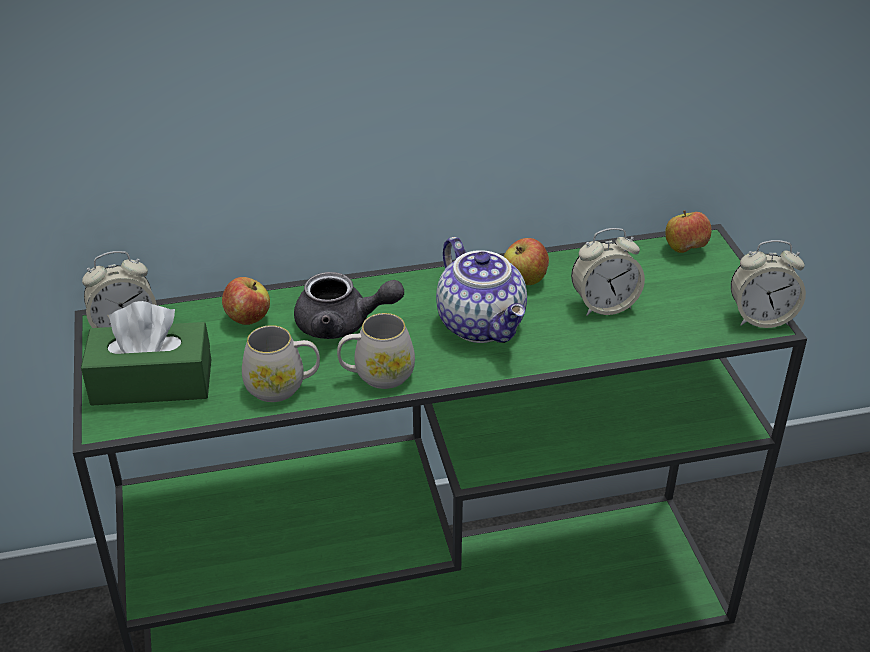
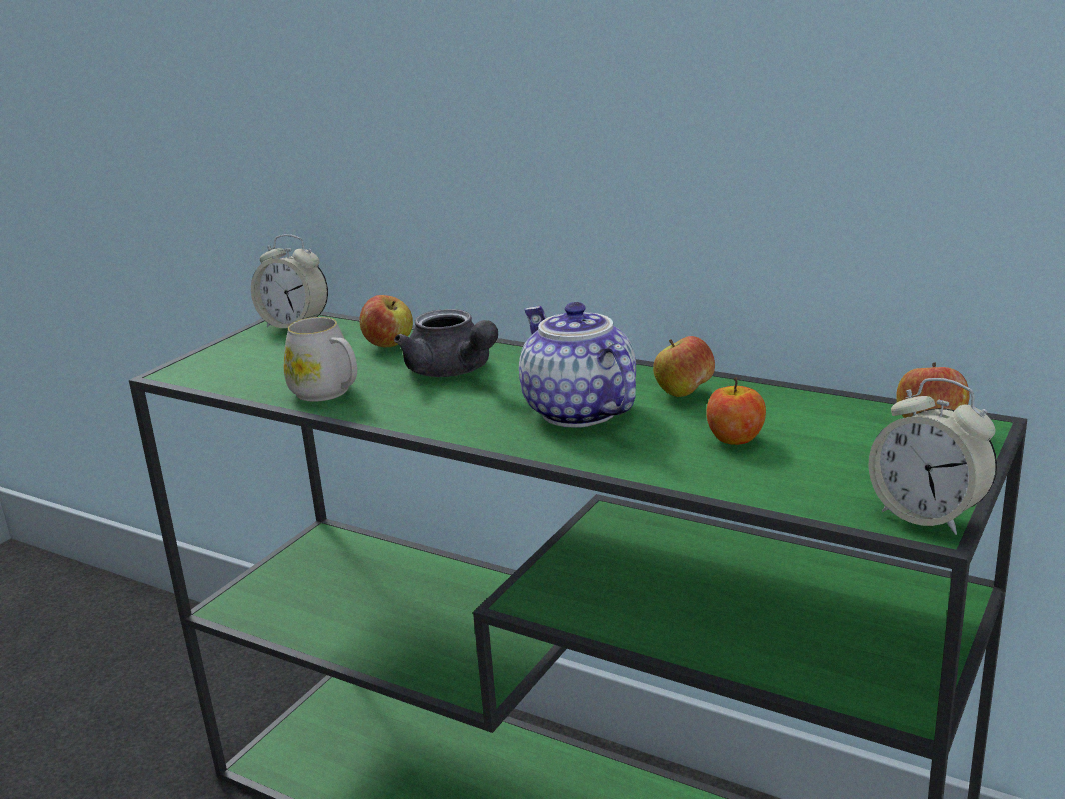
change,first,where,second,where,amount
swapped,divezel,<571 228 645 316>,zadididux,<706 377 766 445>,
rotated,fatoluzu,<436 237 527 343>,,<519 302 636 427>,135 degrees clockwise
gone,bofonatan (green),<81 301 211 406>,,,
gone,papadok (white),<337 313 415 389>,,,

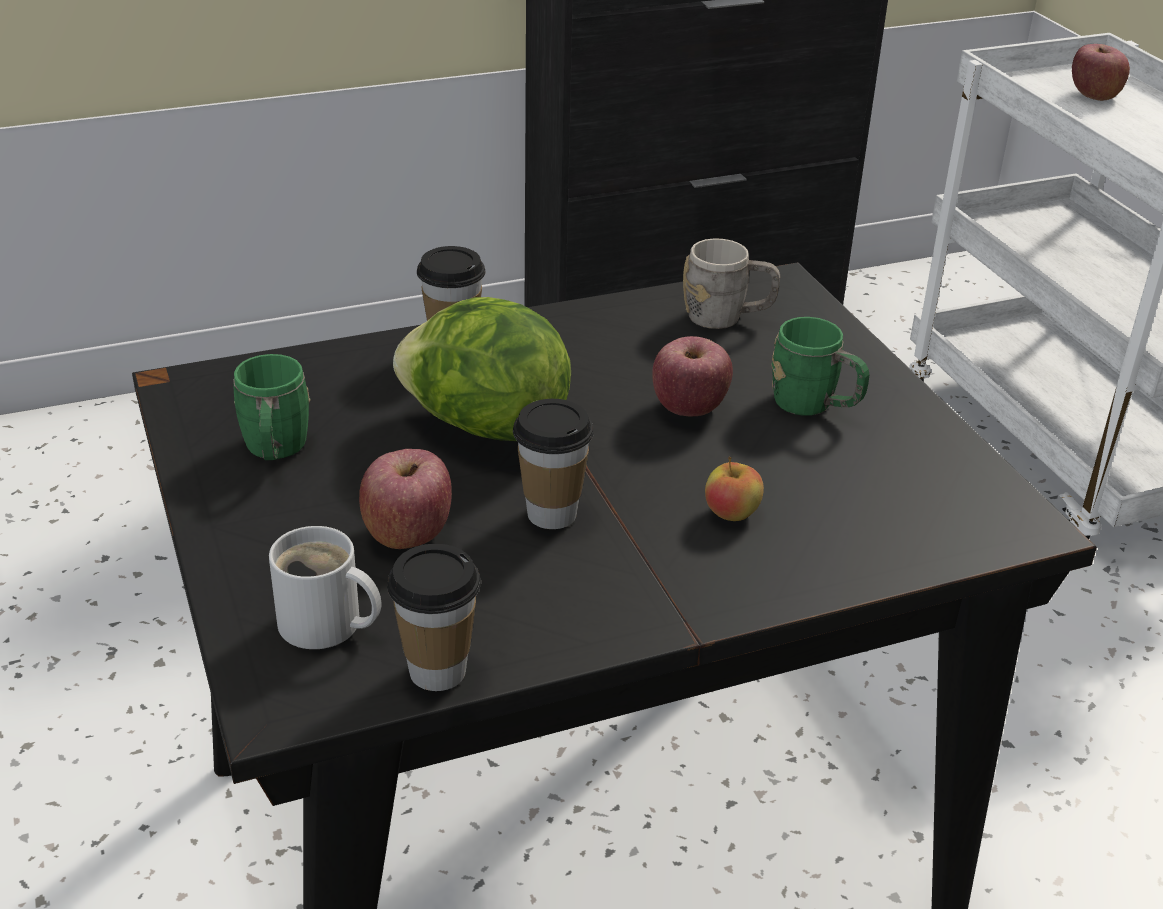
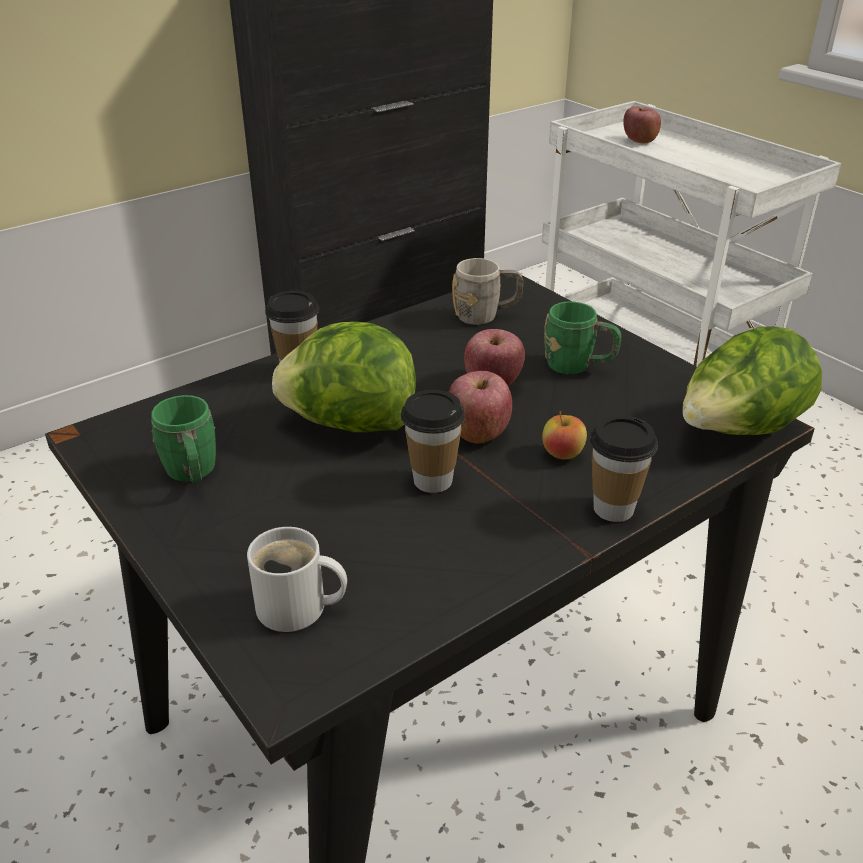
change,first,where,second,where,amount
shifted,zadididux,<359 449 452 549>,,<449 371 512 443>,
shifted,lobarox,<387 544 481 691>,,<590 415 658 522>,
new,,,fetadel,<683 326 822 435>,

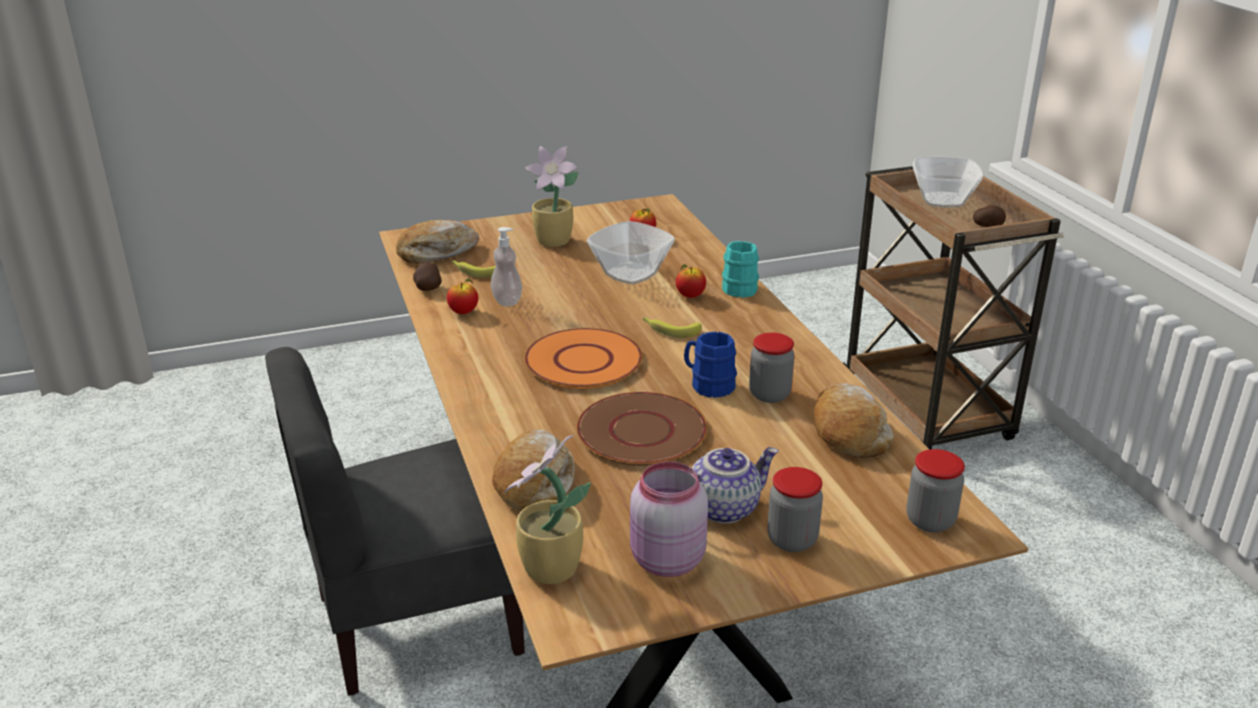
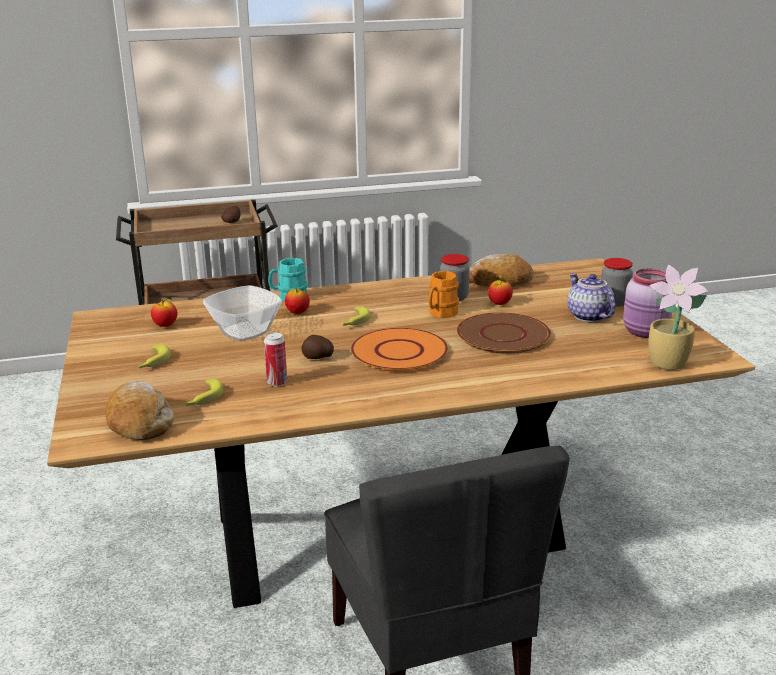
change,first,where,second,where,amount
swapped,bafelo,<525 146 579 247>,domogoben,<139 344 171 368>,
gone,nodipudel,<913 157 983 208>,,,
swapped,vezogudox,<491 227 522 306>,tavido,<264 332 287 386>,
shifted,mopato,<413 262 442 291>,,<301 335 334 359>,
shifted,zadididux,<447 279 478 314>,,<488 275 513 305>,
repainted,papadok (blue),<684 331 737 398>,papadok (orange),<428 271 459 318>,
gone,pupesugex,<492 429 575 511>,,,
gone,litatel,<906 449 965 533>,,,

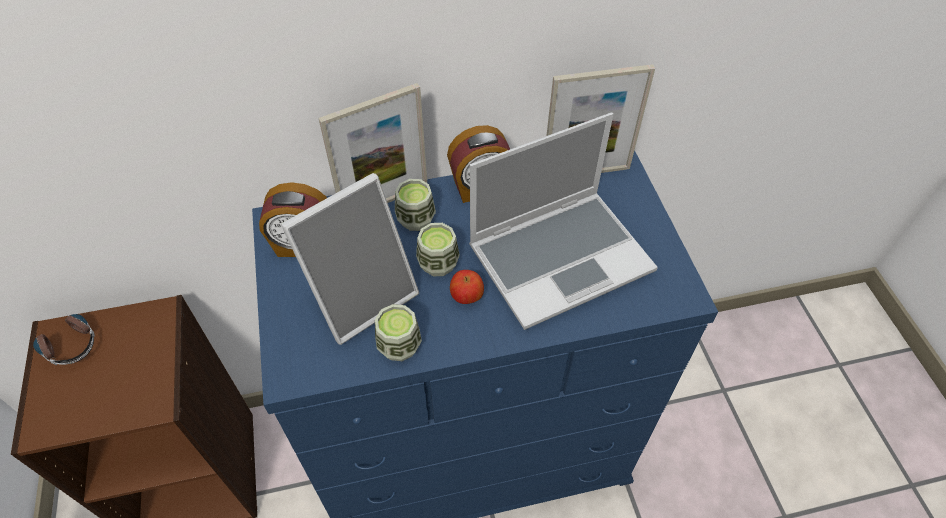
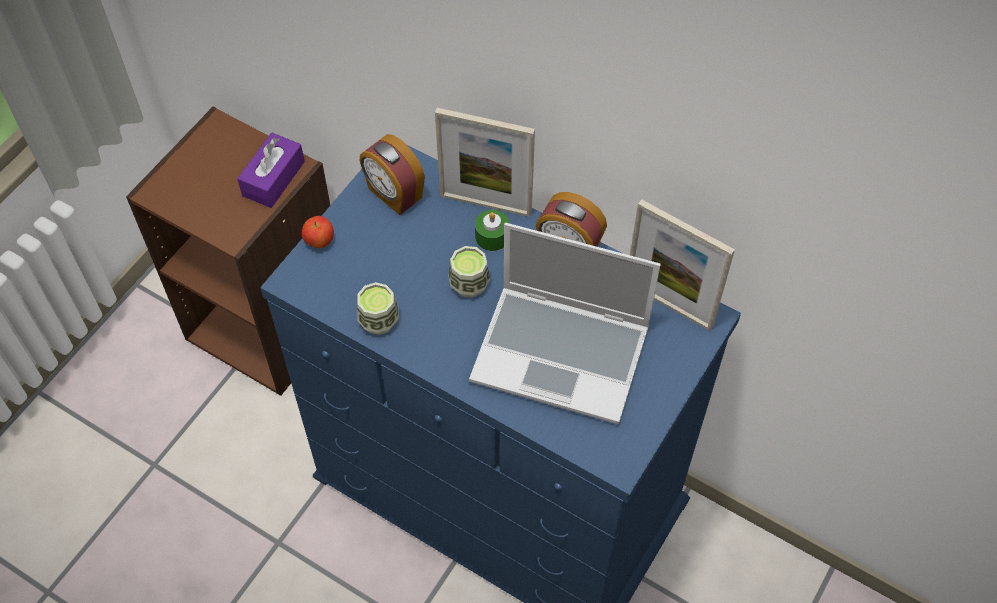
change,first,where,second,where,amount
gone,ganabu,<281 173 419 345>,,,
swapped,lobarox,<395 179 436 231>,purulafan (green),<475 210 509 251>,
shifted,zadididux,<450 270 484 304>,,<302 216 334 248>,
gone,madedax,<33 305 95 365>,,,
new,,,bofonatan (purple),<237 133 305 208>,

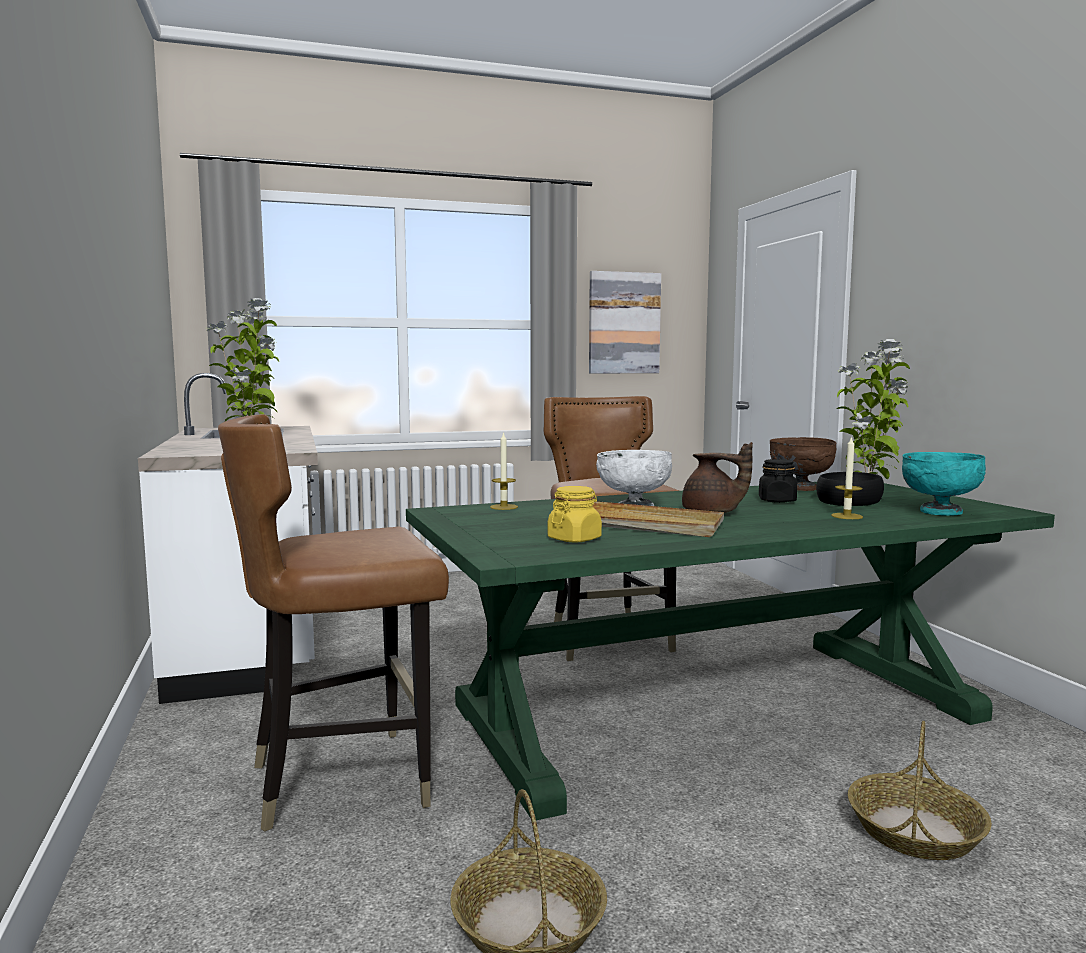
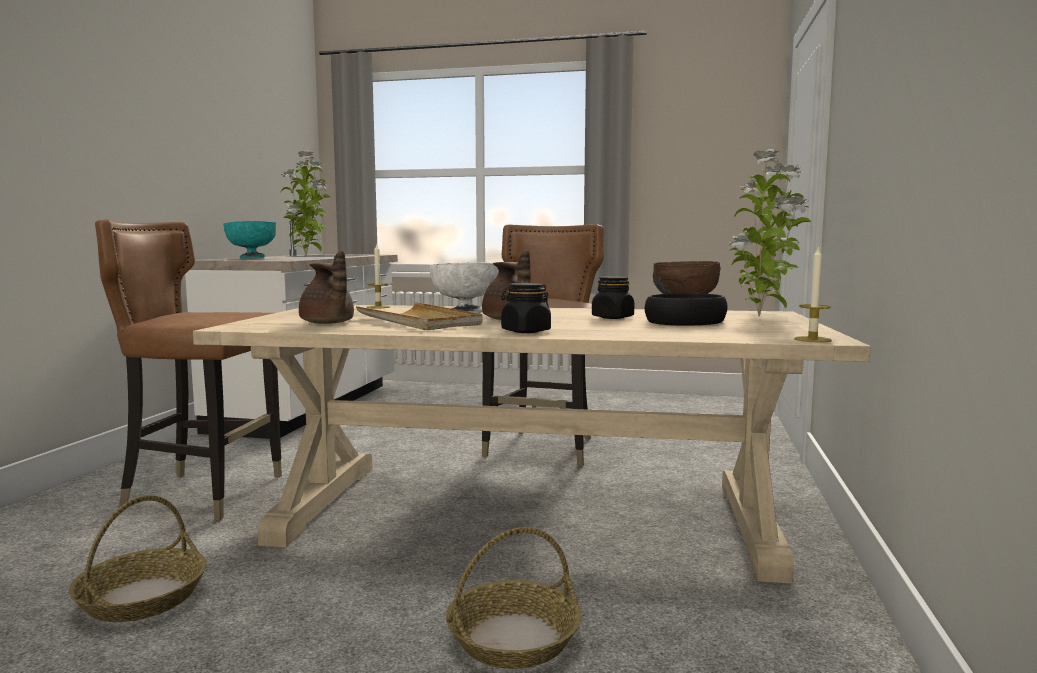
change,first,where,second,where,amount
gone,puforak,<589 271 661 373>,,,
shifted,purulafan,<831 436 863 519>,,<794 246 832 342>,
shifted,nodipudel (turquoise),<902 452 986 516>,,<223 221 276 259>,
repainted,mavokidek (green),<406 482 1055 821>,mavokidek (beige),<193 305 871 584>,
swapped,litatel (yellow),<548 486 602 542>,fatoluzu (brown),<299 251 354 324>,
new,,,litatel (black),<501 283 551 333>,

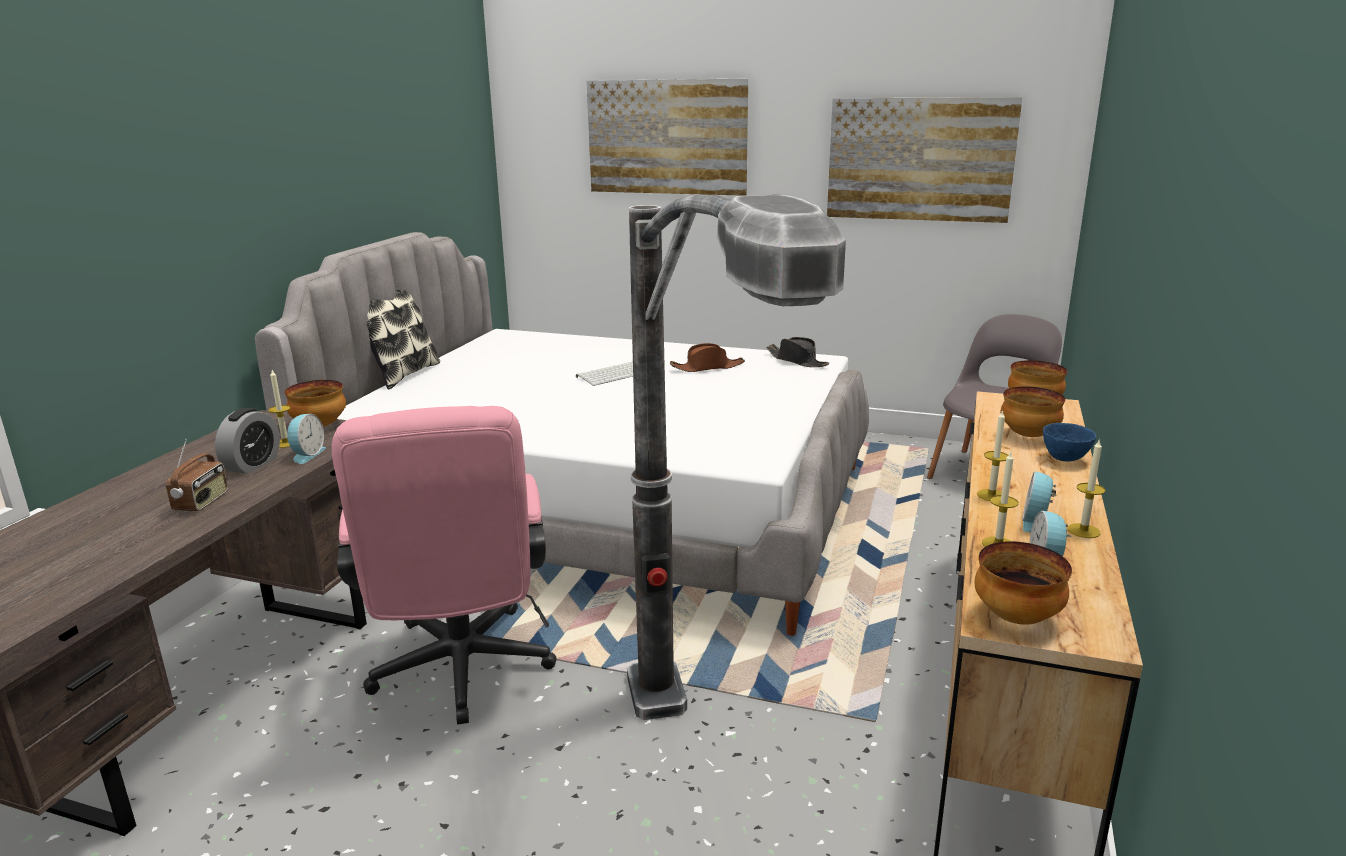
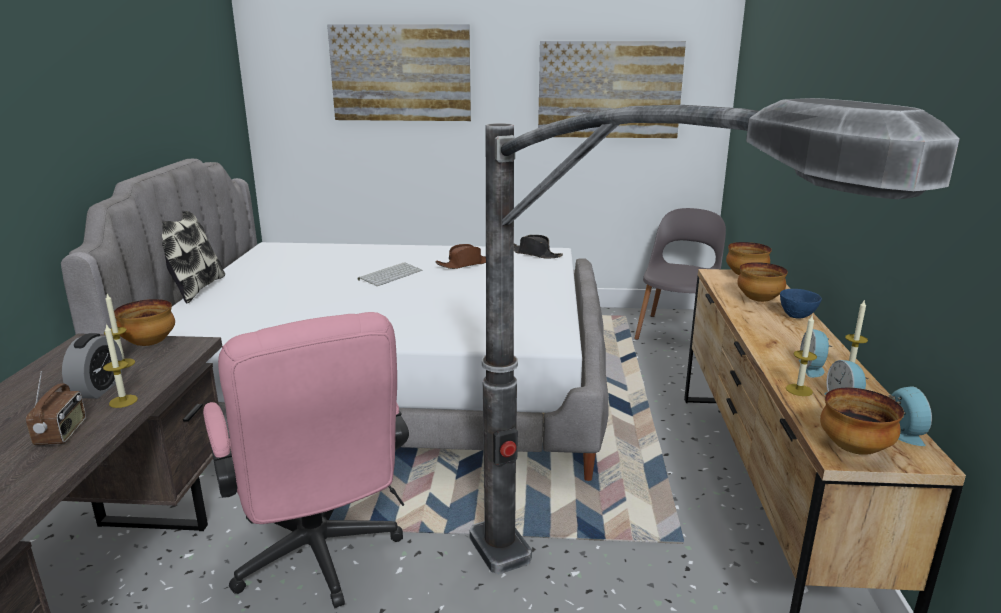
change,first,where,second,where,amount
shifted,purulafan,<977 410 1008 501>,,<103 323 138 408>,
shifted,divezel,<287 414 326 464>,,<888 386 932 446>,

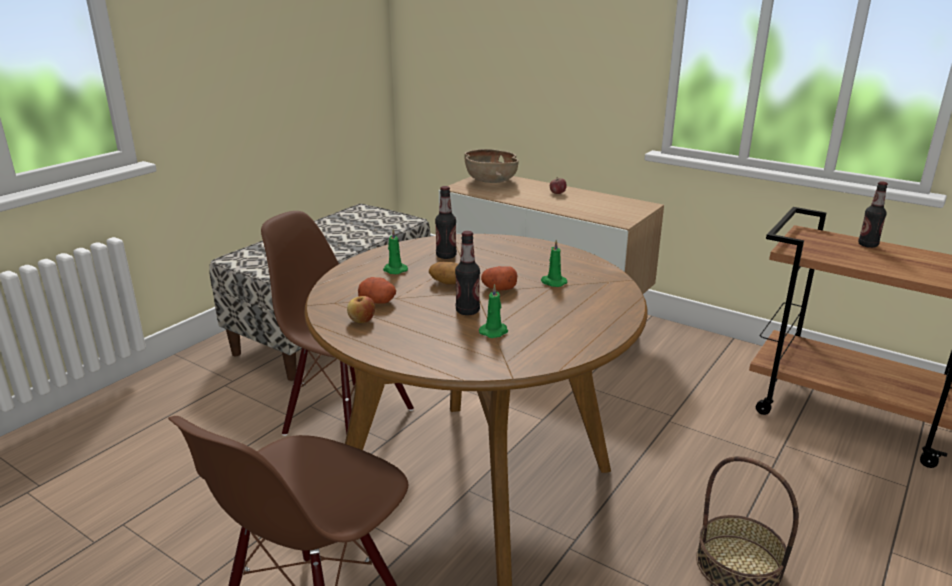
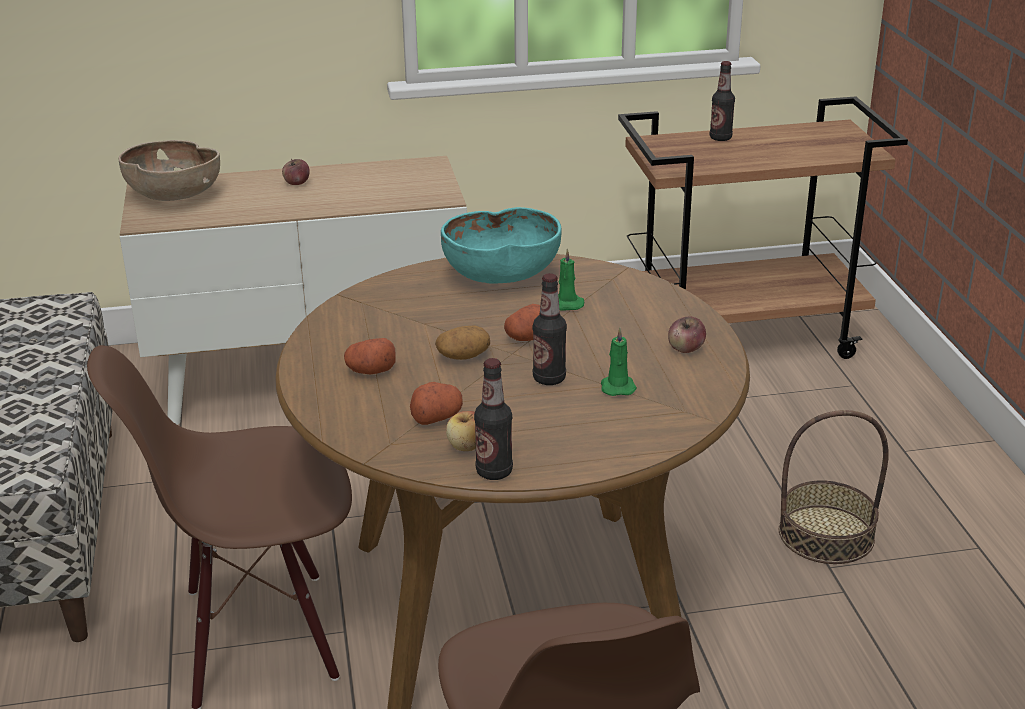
change,first,where,second,where,amount
shifted,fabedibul,<435 186 457 259>,,<474 358 513 480>,
swapped,purulafan (green),<383 229 408 274>,mopato,<344 338 395 375>,
new,,,nodipudel (turquoise),<441 207 561 284>,
new,,,zadididux,<668 317 706 353>,

